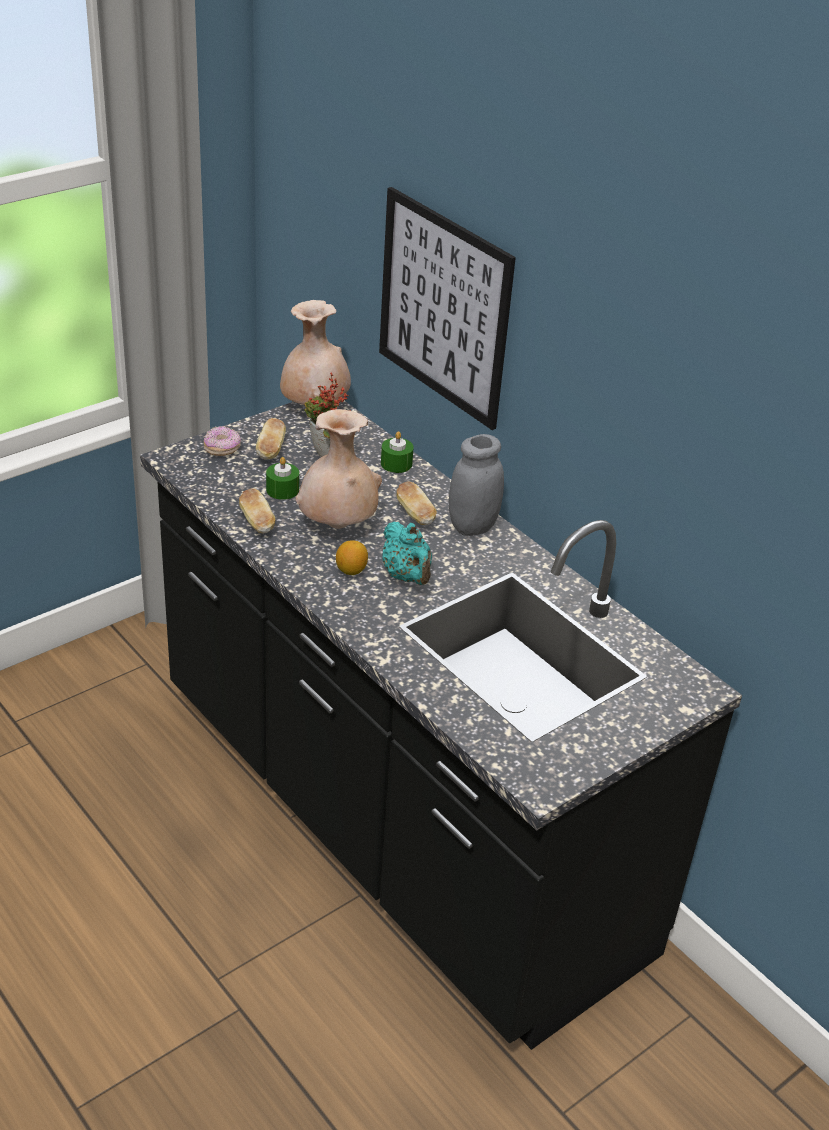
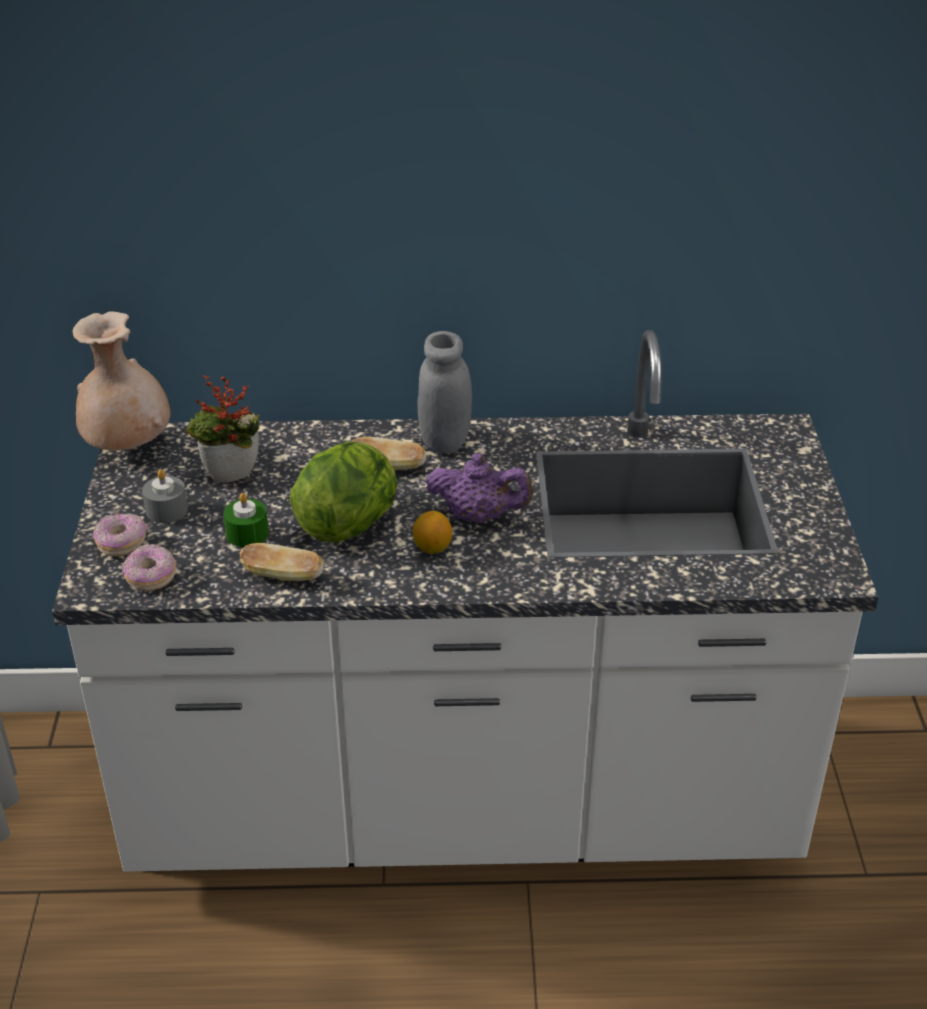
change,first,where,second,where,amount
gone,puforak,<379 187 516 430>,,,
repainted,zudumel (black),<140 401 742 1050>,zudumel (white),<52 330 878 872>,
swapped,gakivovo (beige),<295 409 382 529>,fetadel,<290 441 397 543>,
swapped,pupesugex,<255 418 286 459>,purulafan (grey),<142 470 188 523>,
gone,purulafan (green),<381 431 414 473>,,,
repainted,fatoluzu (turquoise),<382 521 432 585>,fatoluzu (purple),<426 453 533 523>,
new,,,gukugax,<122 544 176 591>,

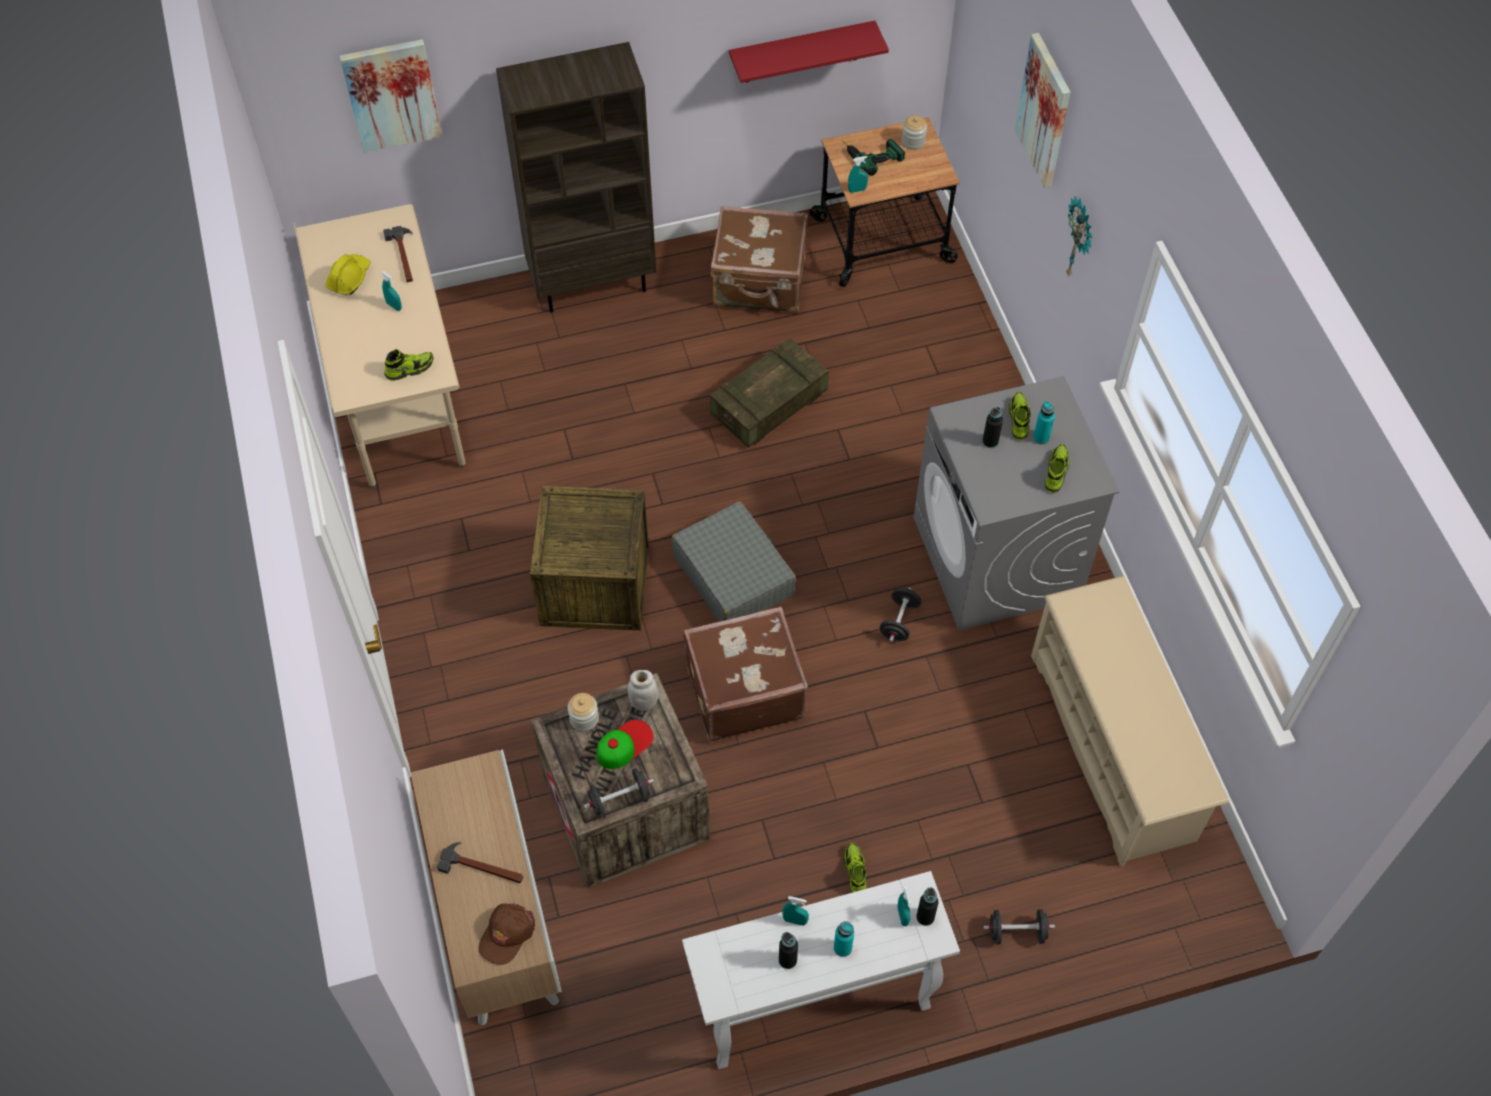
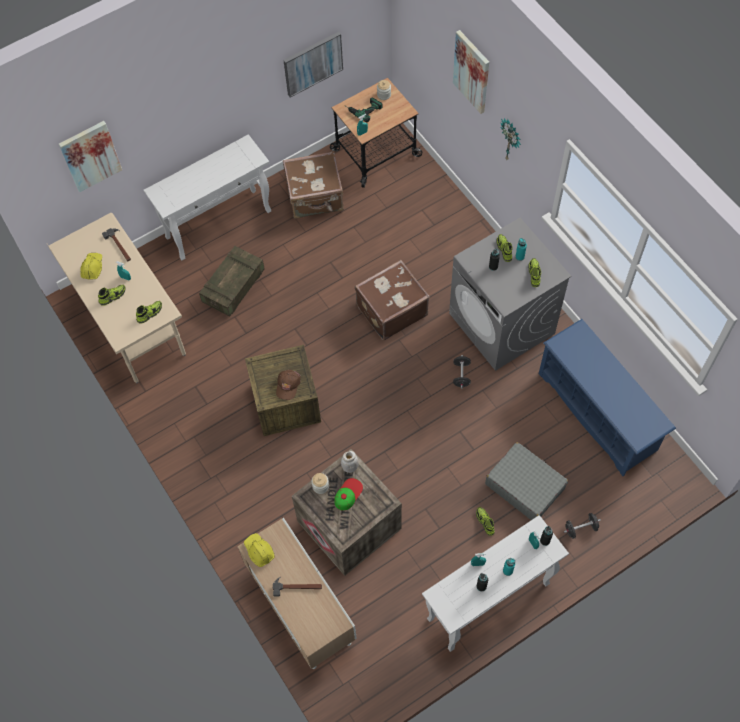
change,first,where,second,where,amount
swapped,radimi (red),<729 21 889 83>,puforak,<283 32 343 98>,
swapped,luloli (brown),<496 42 656 313>,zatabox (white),<144 134 271 260>,
shifted,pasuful,<710 338 829 448>,,<199 246 264 317>,
shifted,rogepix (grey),<671 501 796 622>,,<485 442 568 520>,
repainted,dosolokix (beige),<1031 576 1229 867>,dosolokix (blue),<539 319 676 476>,
shifted,rogepix (brown),<683 606 808 741>,,<355 260 430 341>,
gone,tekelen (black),<584 768 654 819>,,,
shifted,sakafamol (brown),<478 903 535 965>,,<276 370 301 400>,
new,,,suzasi,<98 285 125 305>,
new,,,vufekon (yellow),<244 533 275 567>,

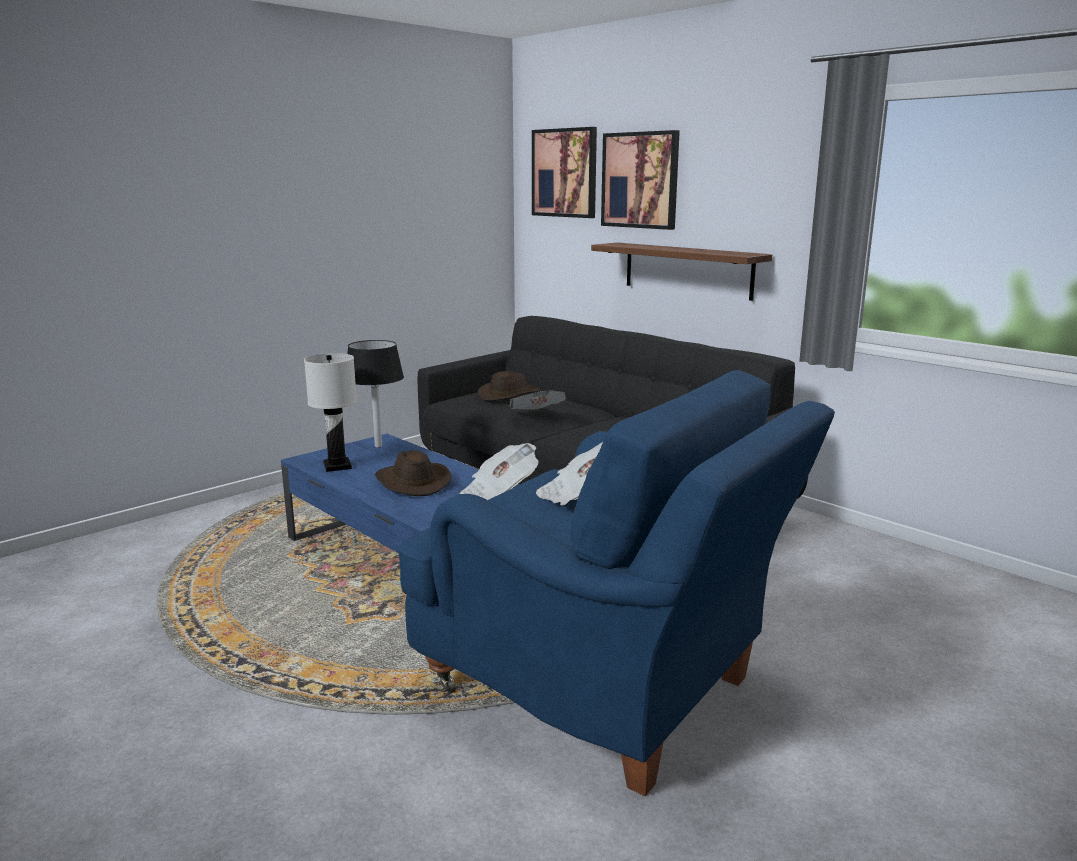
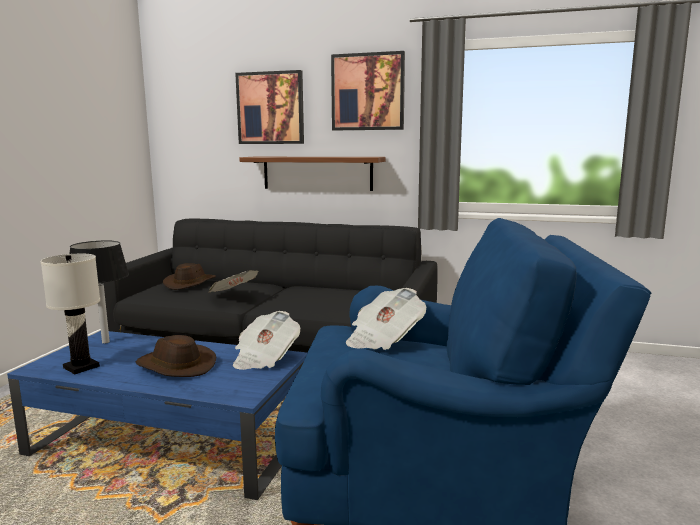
change,first,where,second,where,amount
shifted,puforak,<532 127 597 218>,,<331 51 405 130>,

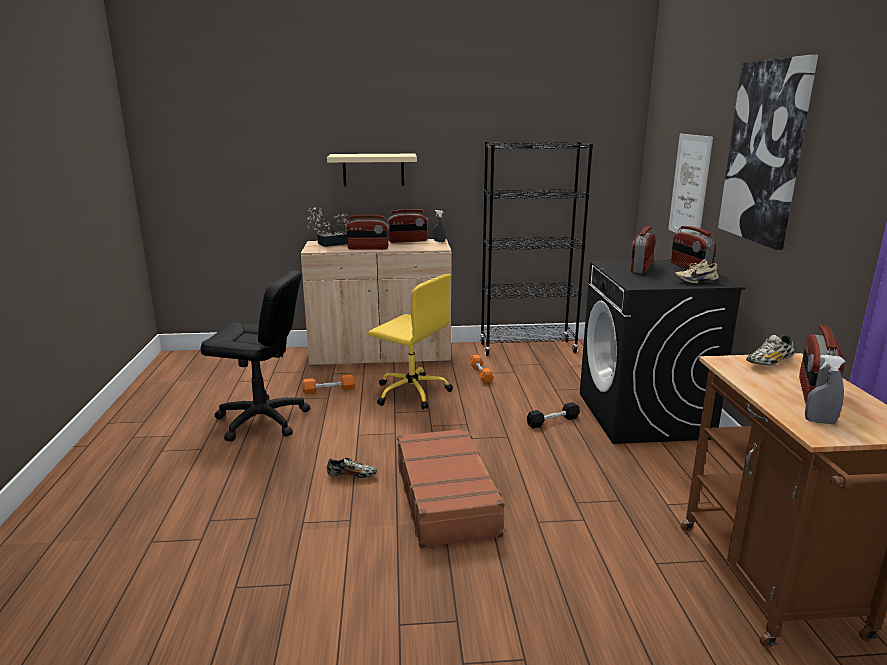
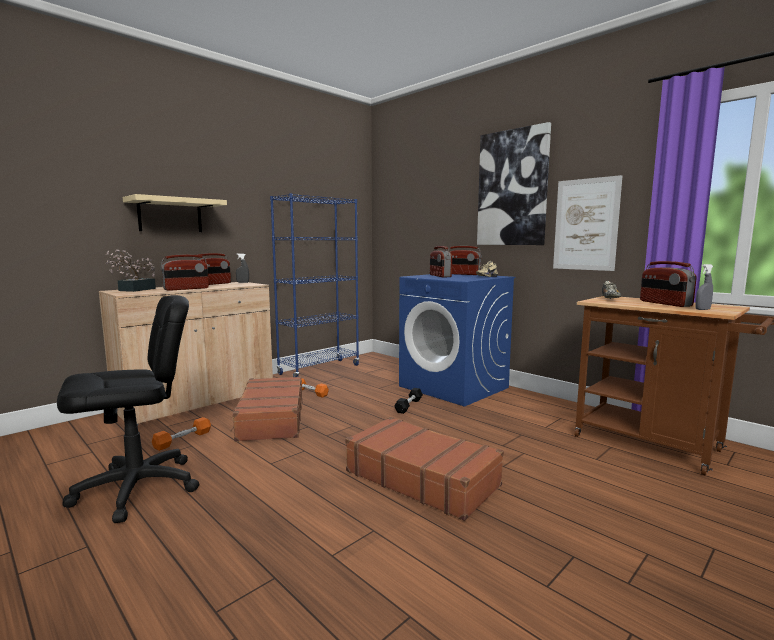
change,first,where,second,where,amount
shifted,puforak,<668 134 713 234>,,<553 175 623 271>,
repainted,luloli (black),<480 141 593 356>,luloli (blue),<270 193 360 377>,
repainted,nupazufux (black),<580 260 746 444>,nupazufux (blue),<399 274 515 407>,
swapped,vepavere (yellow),<368 274 453 410>,rogepix (brown),<230 376 302 442>,
gone,suzasi,<327 458 377 478>,,,

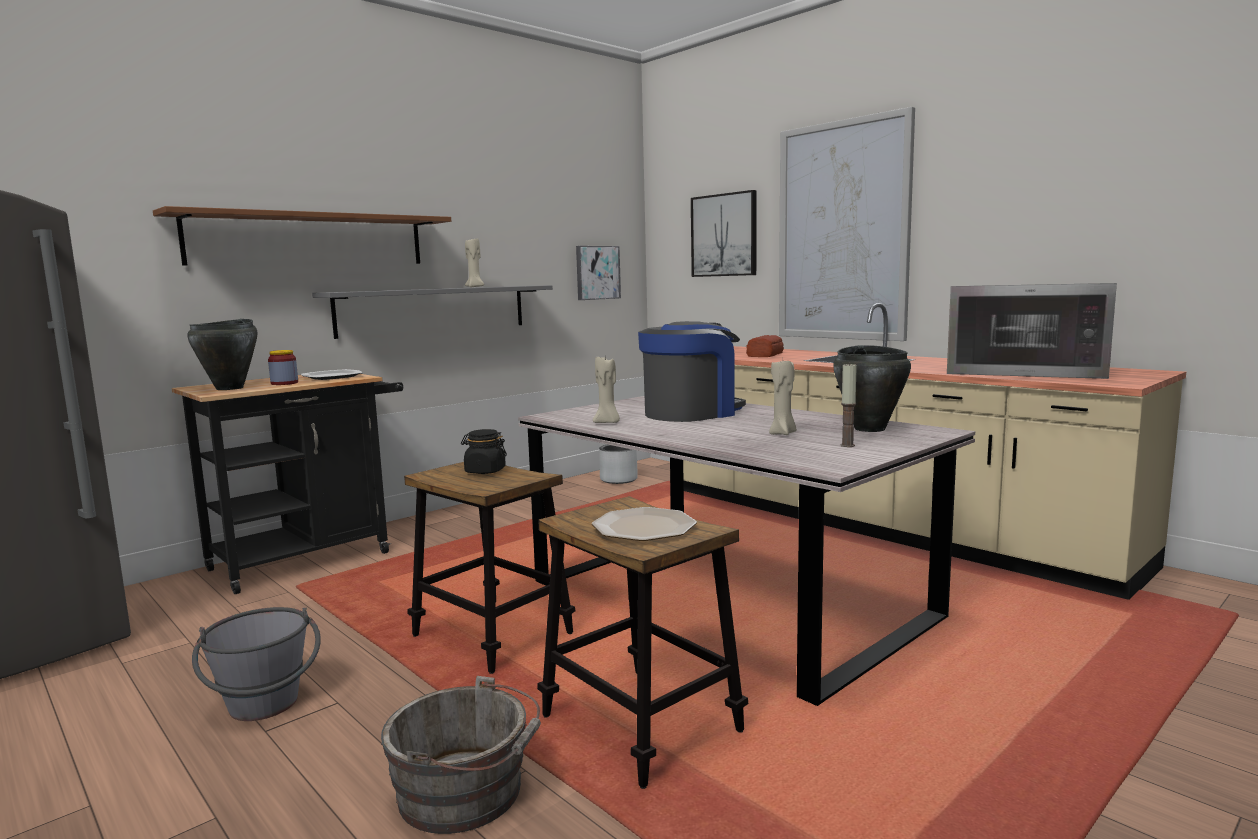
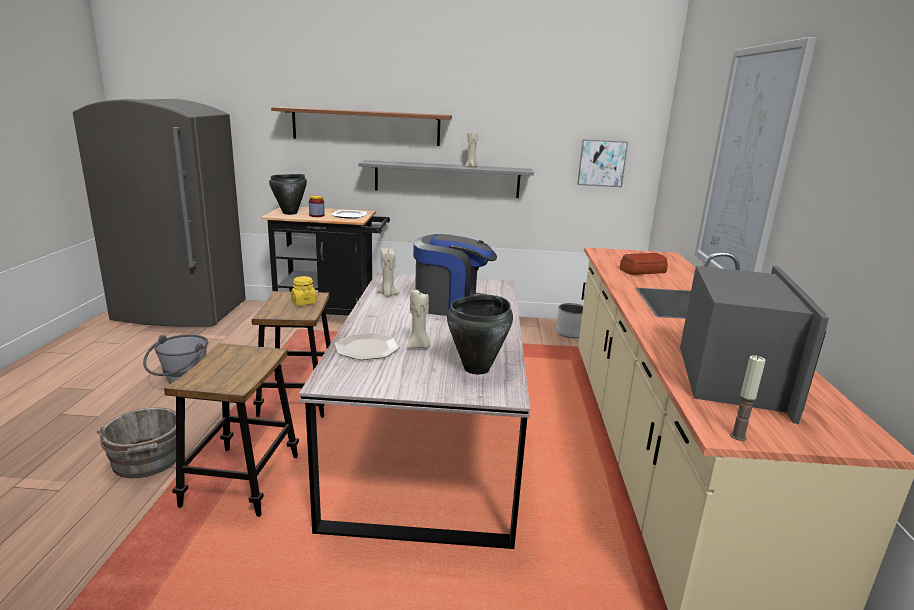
change,first,where,second,where,amount
gone,puforak,<691 190 757 277>,,,
rotated,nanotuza,<947 283 1117 379>,,<680 266 830 424>,150 degrees counterclockwise
shifted,purulafan,<840 362 857 447>,,<730 355 766 441>,
repainted,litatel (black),<461 429 507 474>,litatel (yellow),<291 276 317 306>,
shifted,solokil,<592 507 697 541>,,<335 333 400 360>,

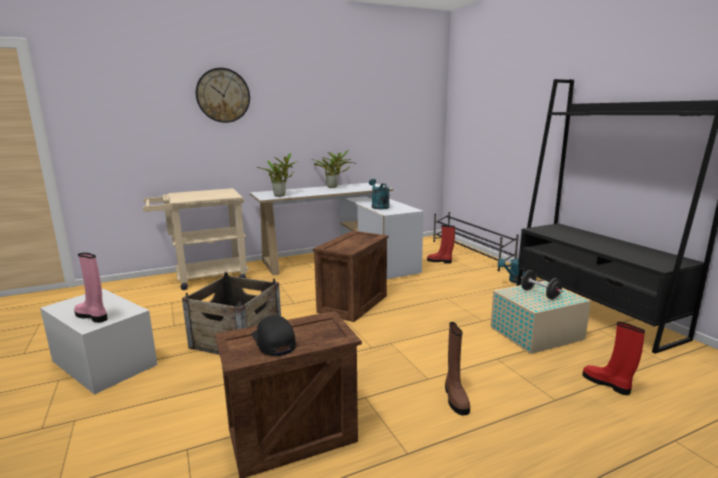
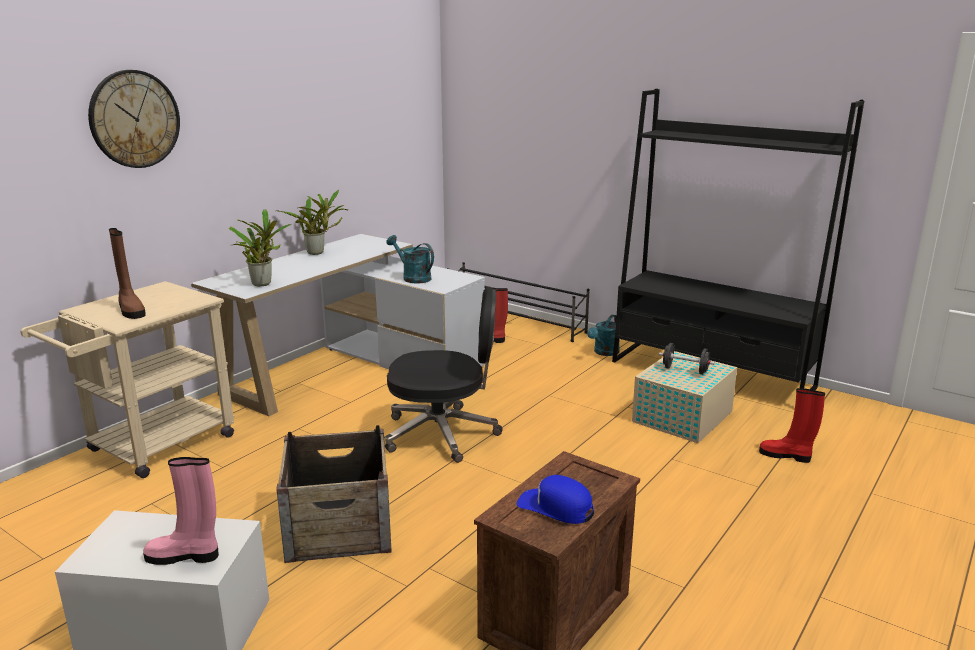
change,first,where,second,where,amount
swapped,pasuful,<313 231 389 322>,vepavere (black),<385 287 503 463>,
repainted,sakafamol (black),<251 315 296 356>,sakafamol (blue),<517 475 594 524>,
shifted,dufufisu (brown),<445 322 470 415>,,<109 228 146 319>,

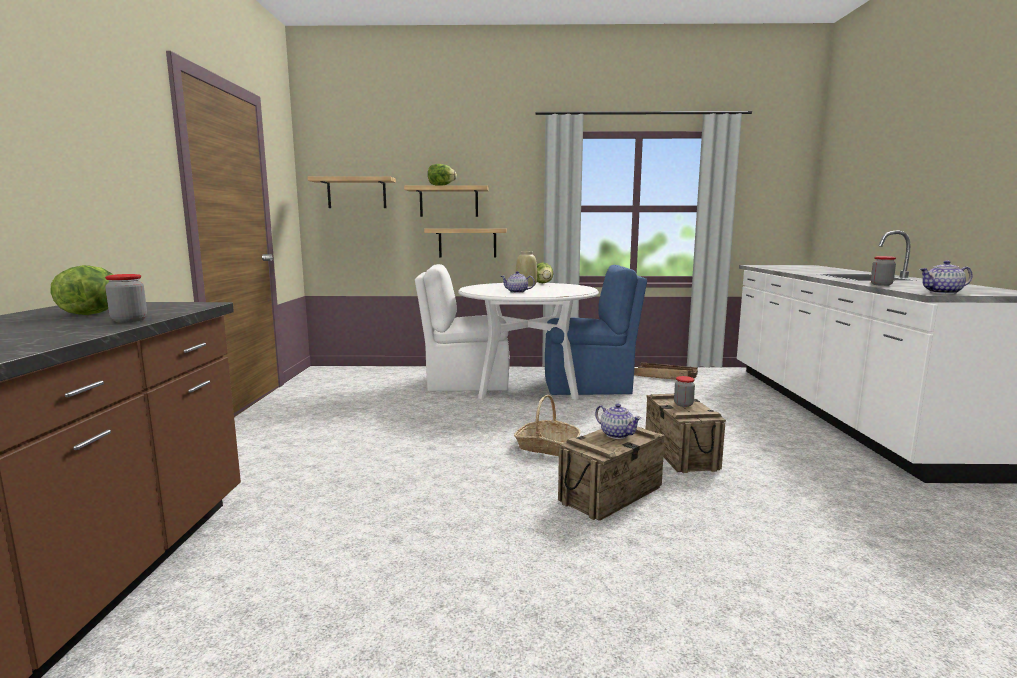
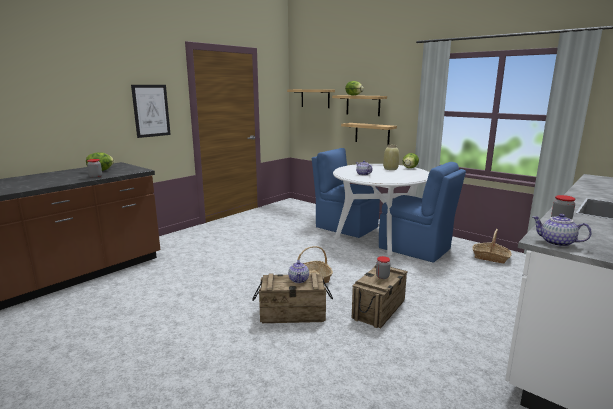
change,first,where,second,where,amount
repainted,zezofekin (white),<415 264 510 392>,zezofekin (blue),<312 148 380 238>,
swapped,pasuful,<634 363 698 380>,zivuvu,<472 229 512 264>,
new,,,puforak,<131 85 171 138>,

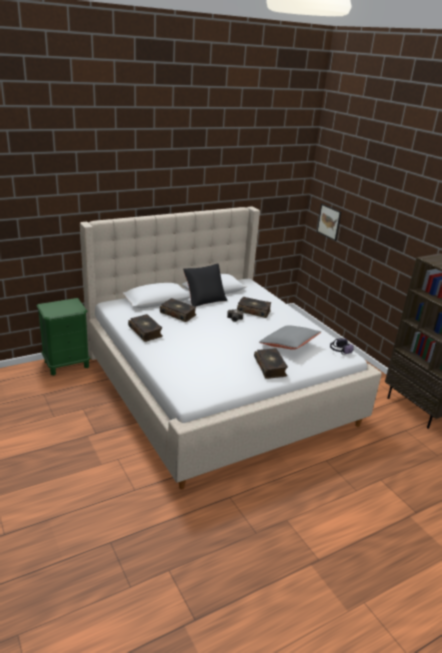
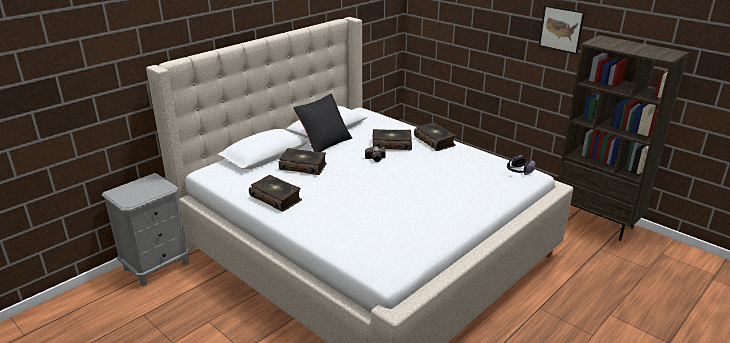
change,first,where,second,where,amount
shifted,puforak,<317 204 341 241>,,<539 5 585 54>,
repainted,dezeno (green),<37 298 90 376>,dezeno (grey),<102 173 190 286>,
gone,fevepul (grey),<259 325 321 350>,,,
shifted,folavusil,<254 348 288 379>,,<414 122 456 151>,

